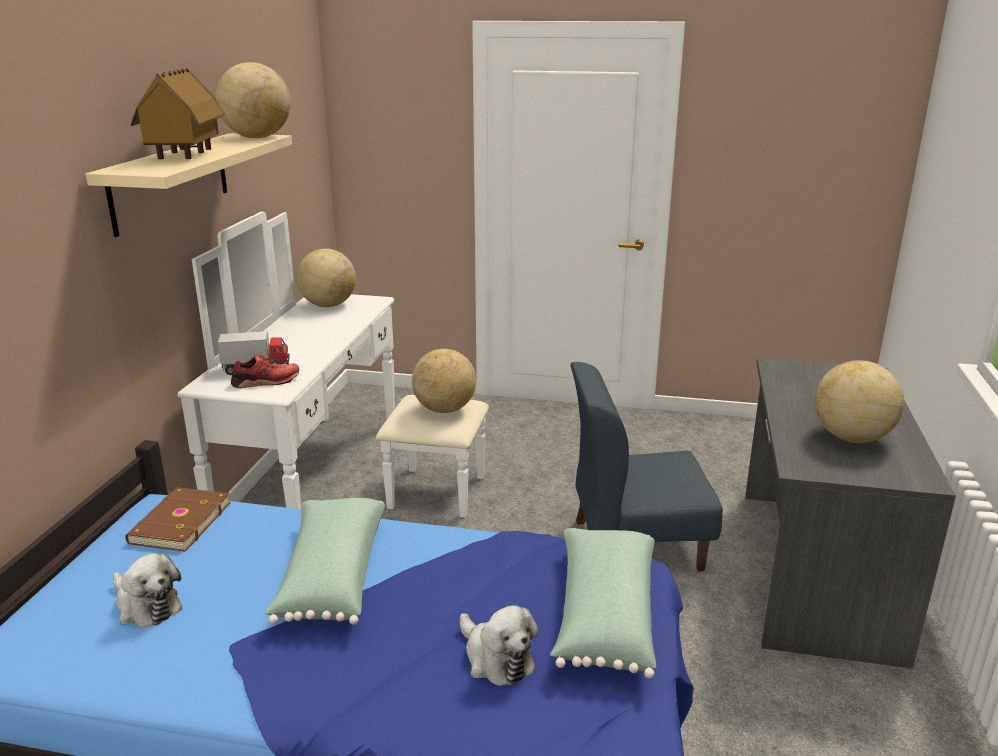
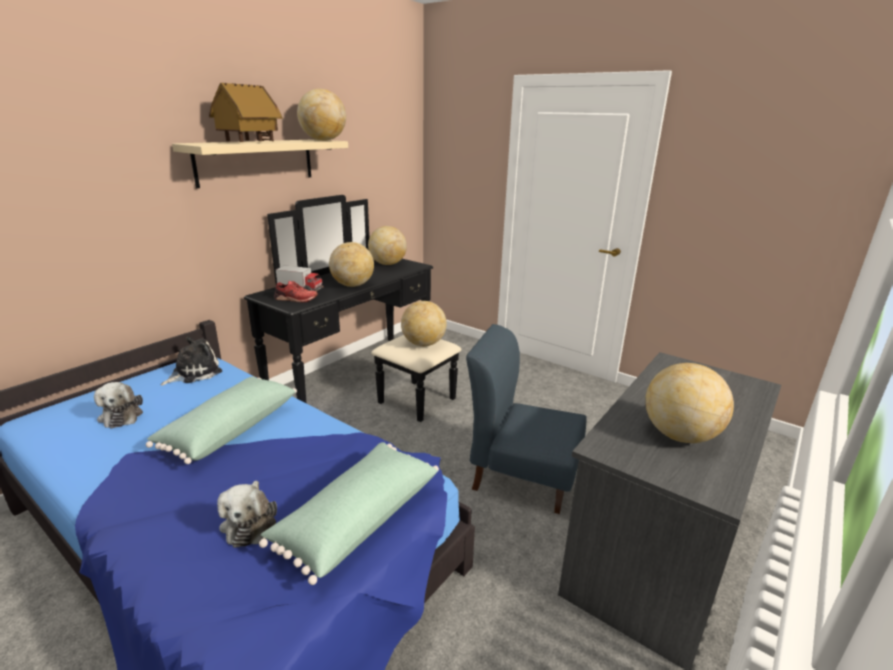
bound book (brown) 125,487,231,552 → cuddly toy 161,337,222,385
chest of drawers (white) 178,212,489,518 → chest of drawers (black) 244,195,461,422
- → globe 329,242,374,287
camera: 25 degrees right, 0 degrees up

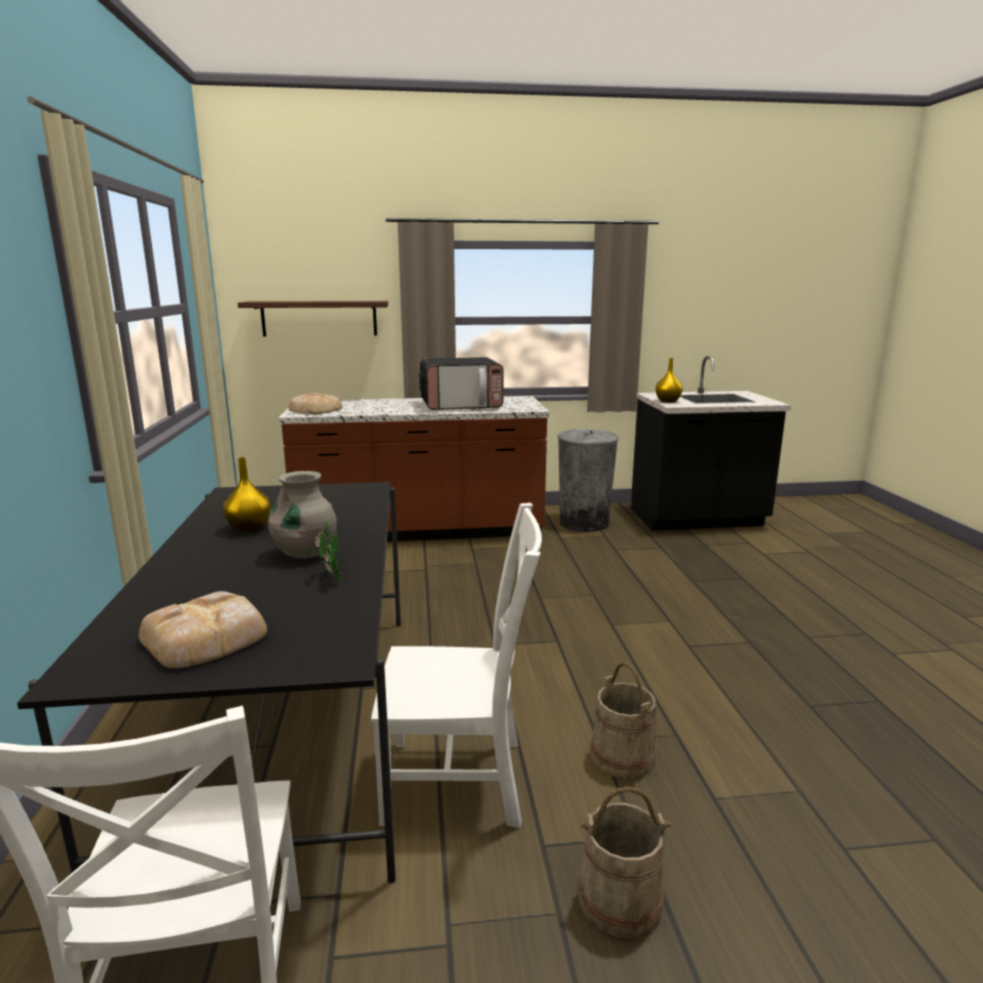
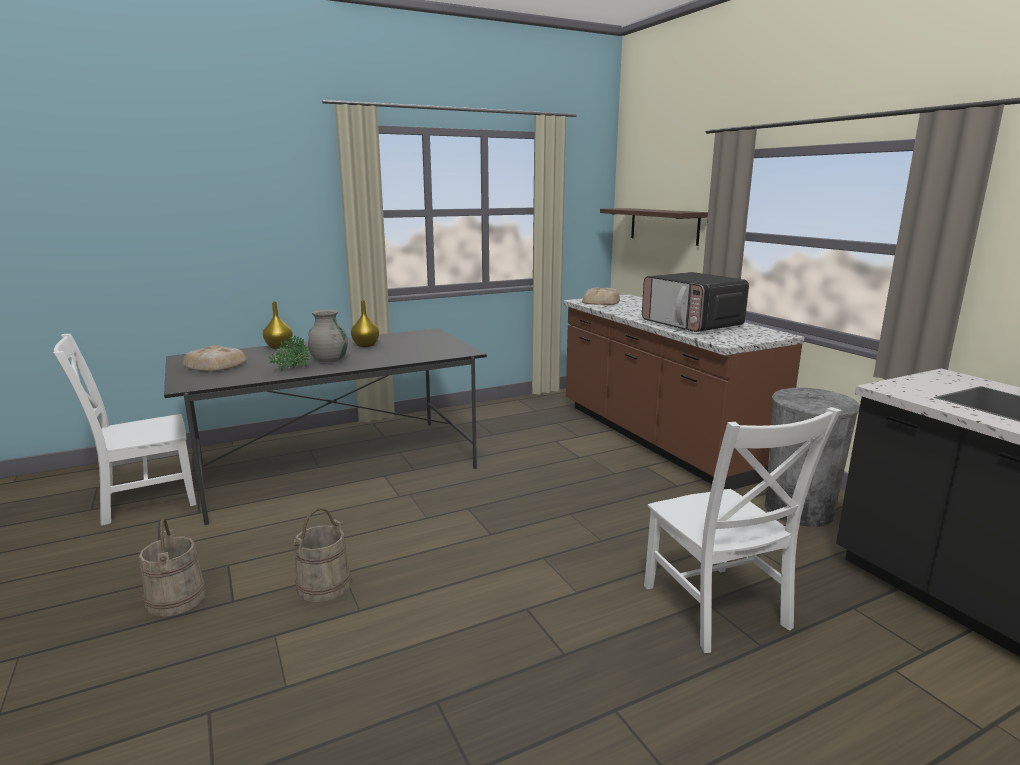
chair (white) 371,503,542,828 → chair (white) 644,407,841,653, moved
vase (yellow-coloured) 655,358,683,403 → vase (yellow-coloured) 263,302,293,349, moved
camera: 70 degrees right, 0 degrees up

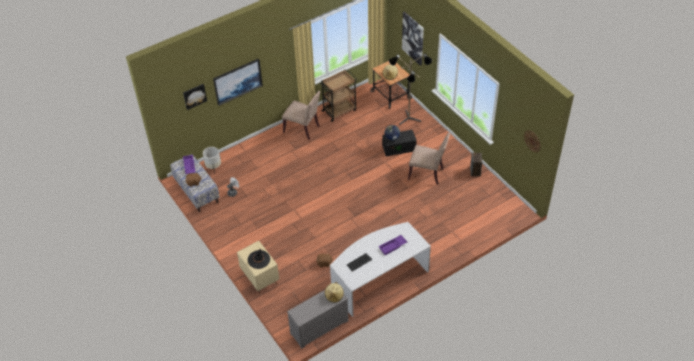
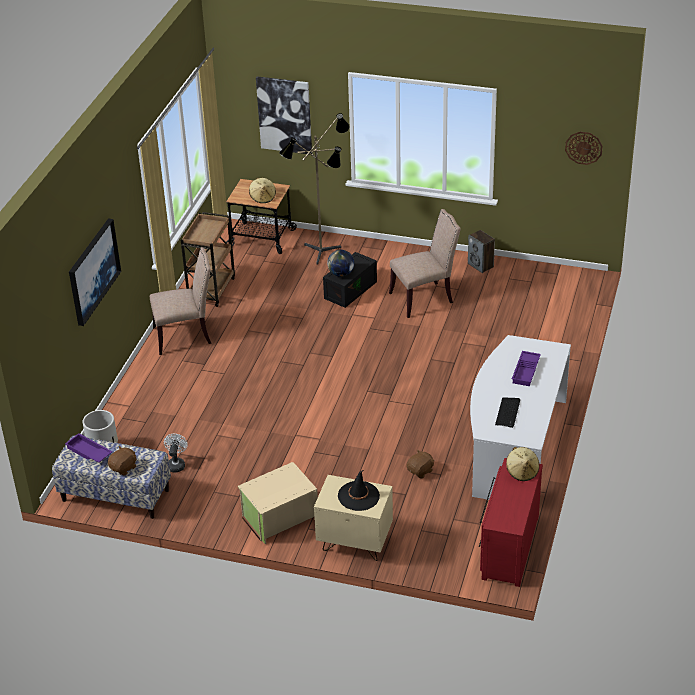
picture 183,84,207,110 → -
chest of drawers (greyish) 287,290,349,349 → chest of drawers (reddish) 479,458,543,587
- → storage container (sand-coloured) 238,462,318,544
camera: 40 degrees left, 10 degrees down

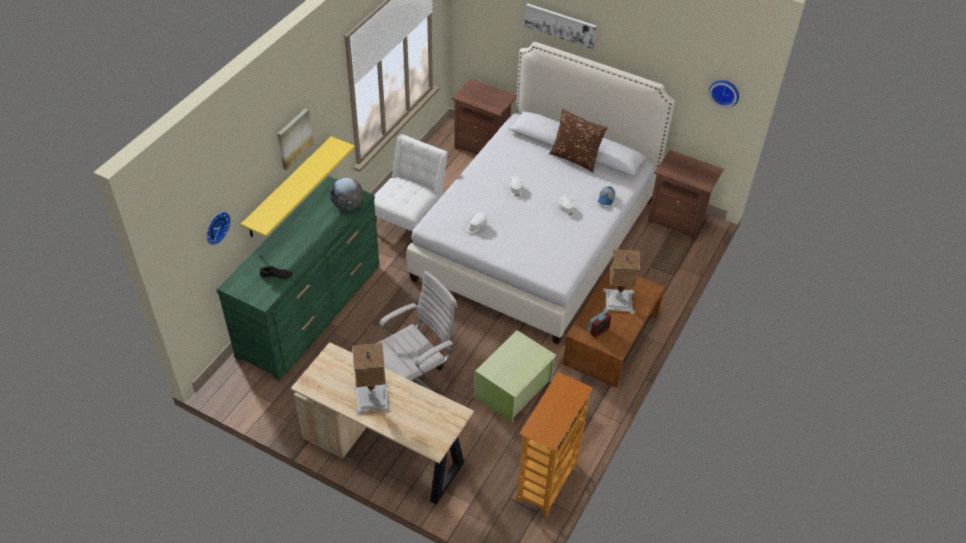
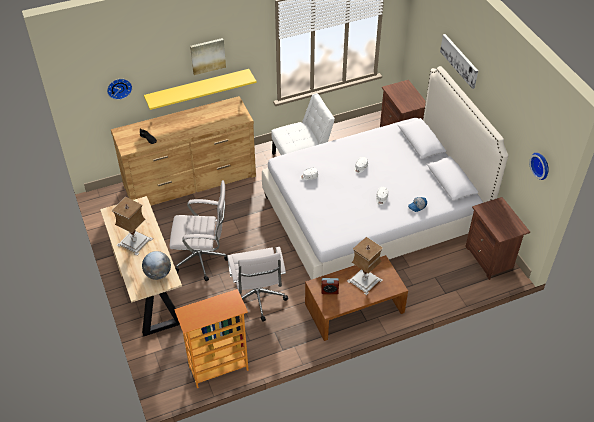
chest of drawers (greenish) 216,176,379,381 → chest of drawers (brown) 111,96,256,206
globe 330,178,363,211 → globe 142,251,171,280, moved
storage container (greenish) 474,330,557,423 → computer chair (white) 227,247,288,321
throw pillow (brown) 549,109,608,173 → -
camera: 40 degrees right, 0 degrees up

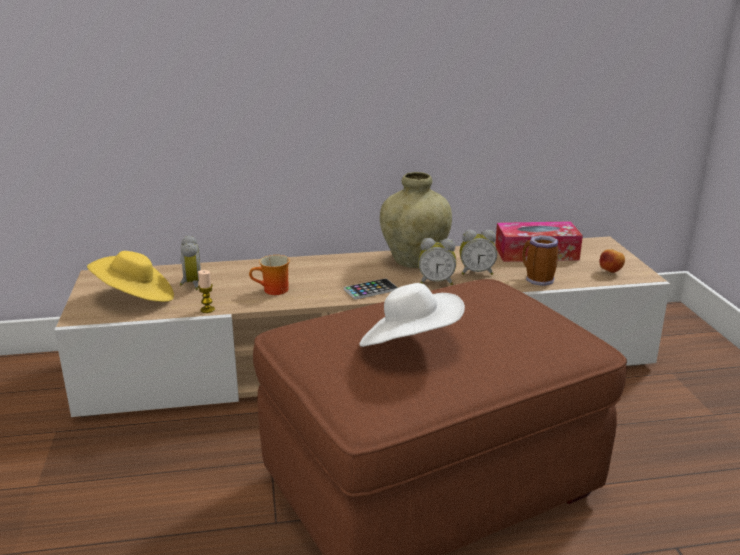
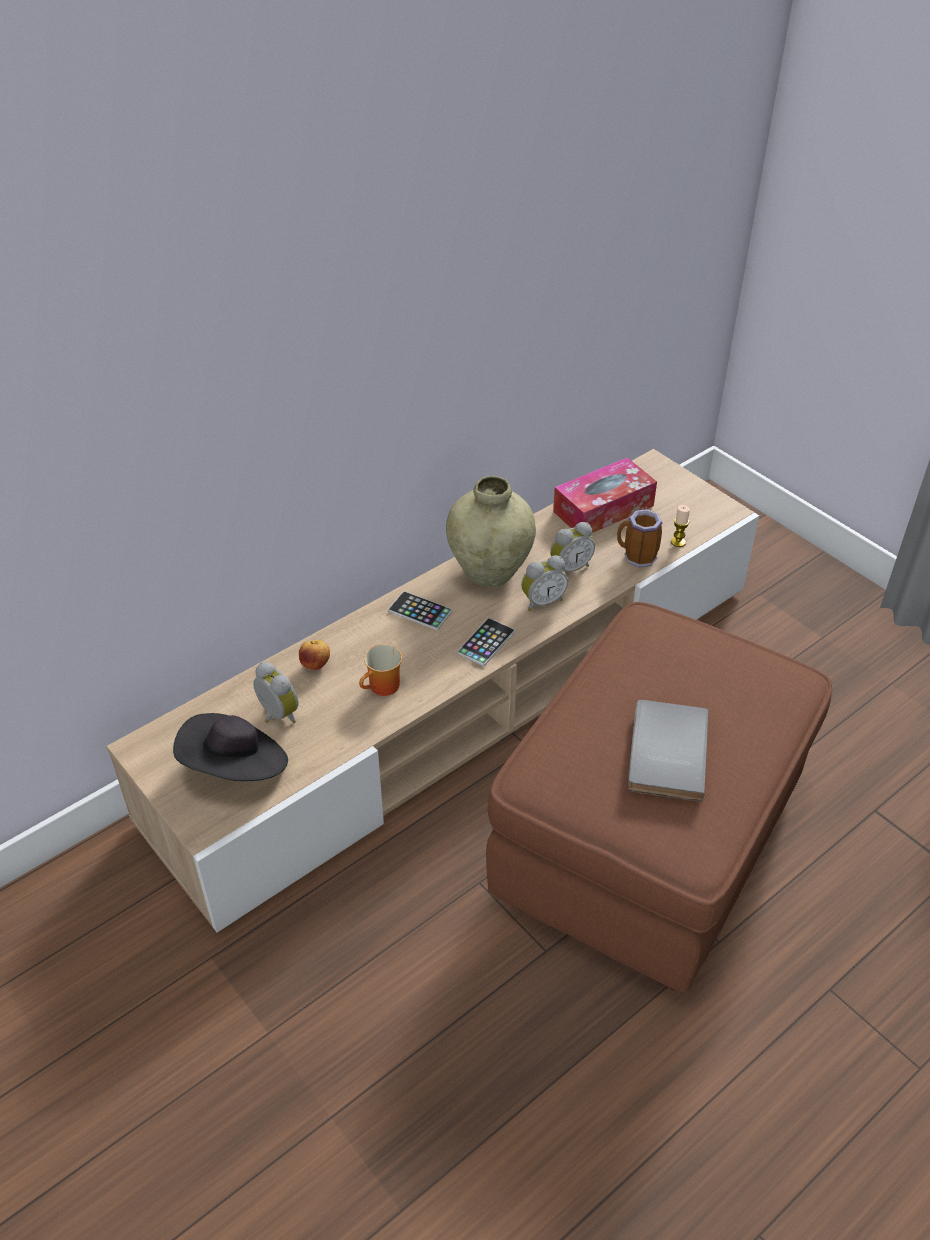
wearable hat (yellow-coloured) 87,251,174,302 → wearable hat (black) 173,713,288,781
wax candle 198,270,215,313 → wax candle 671,505,690,547, moved
wearable hat (white) 359,283,465,347 → bound book (greyish) 627,700,709,802
whole apple 599,249,625,273 → whole apple 299,640,330,670, moved
- → telephone 388,591,452,630
camera: 30 degrees left, 20 degrees up

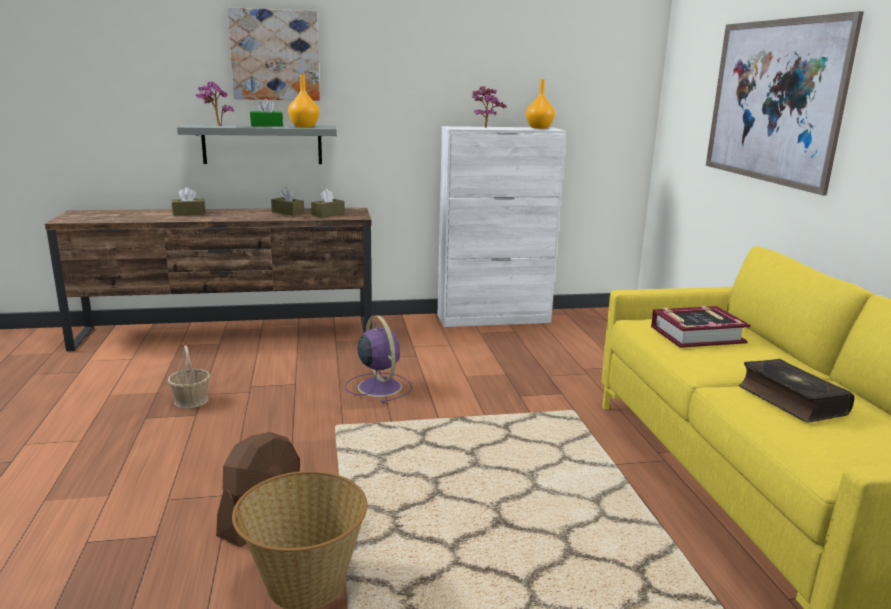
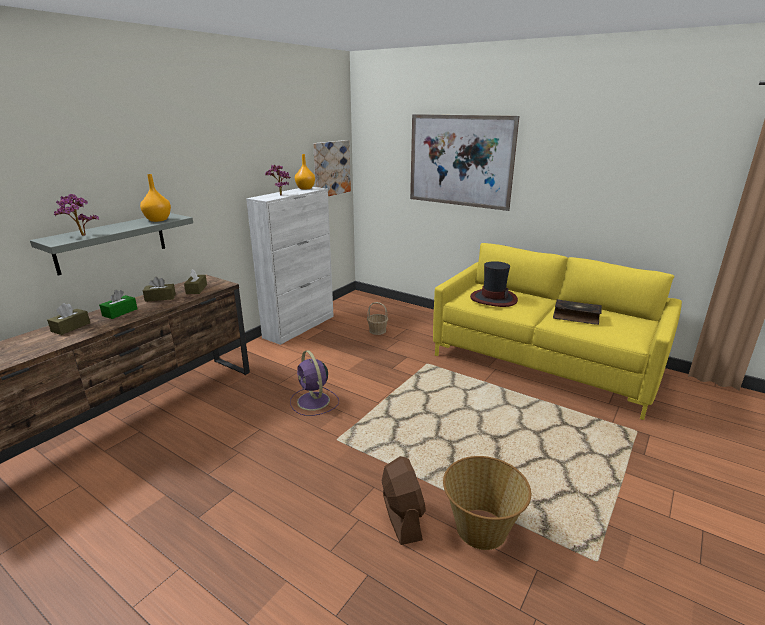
basket 167,345,210,408 → basket 367,302,388,335, moved
picture 228,7,320,101 → picture 313,140,351,196, moved
tissue box (greenish) 250,98,283,127 → tissue box (greenish) 99,290,138,319, moved
electric fan (purple) 345,315,412,403 → electric fan (purple) 290,350,339,416, 135 degrees counterclockwise
bound book 651,306,751,348 → wearable hat 470,261,518,307
camera: 45 degrees left, 5 degrees up

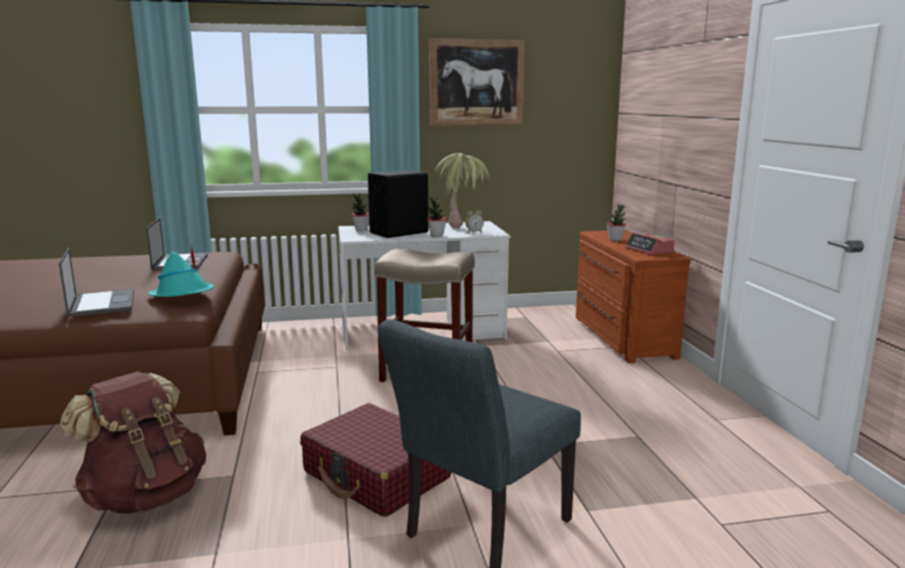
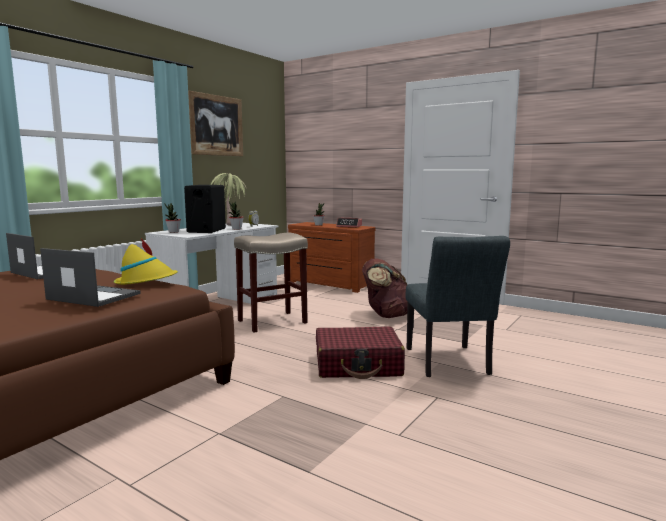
rucksack (brown) 60,371,206,514 → rucksack (brown) 362,258,408,318, moved
wearable hat (turquoise-coloured) 148,245,214,297 → wearable hat (yellow-coloured) 114,238,178,285
camera: 45 degrees left, 5 degrees down

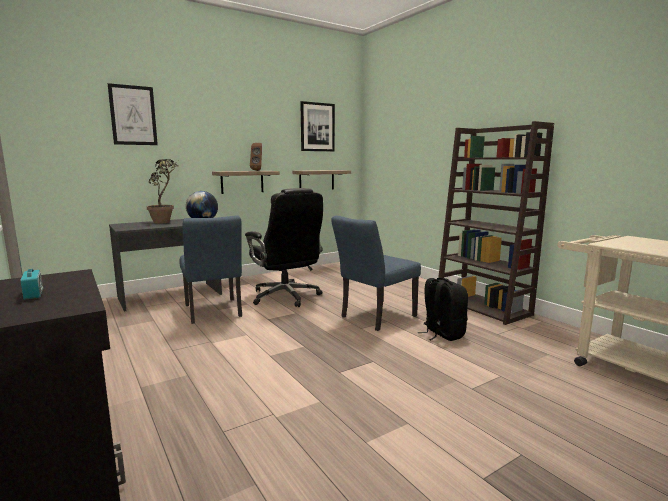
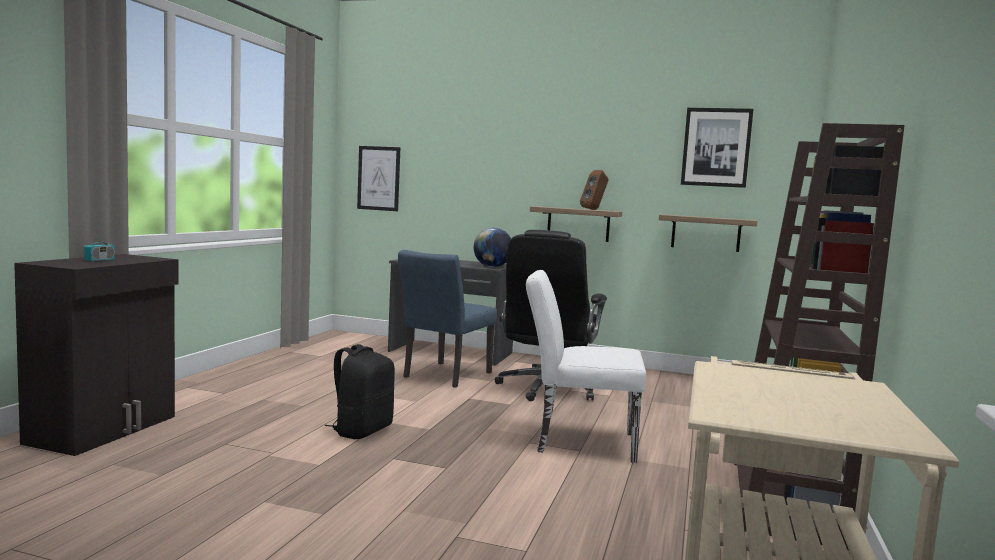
picture 108,83,158,145 → picture 357,146,400,211, moved
potted plant 147,159,179,224 → -
chair (blue) 331,216,421,331 → chair (white) 526,270,646,463
rucksack (black) 417,278,468,341 → rucksack (black) 325,344,395,439, moved
camera: 50 degrees right, 5 degrees down

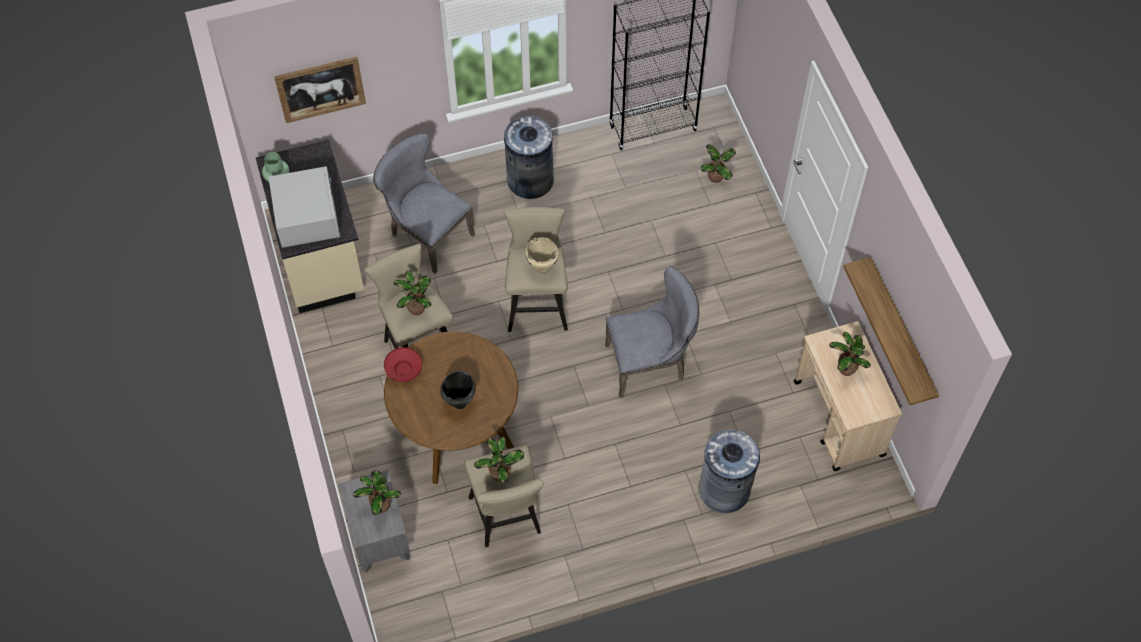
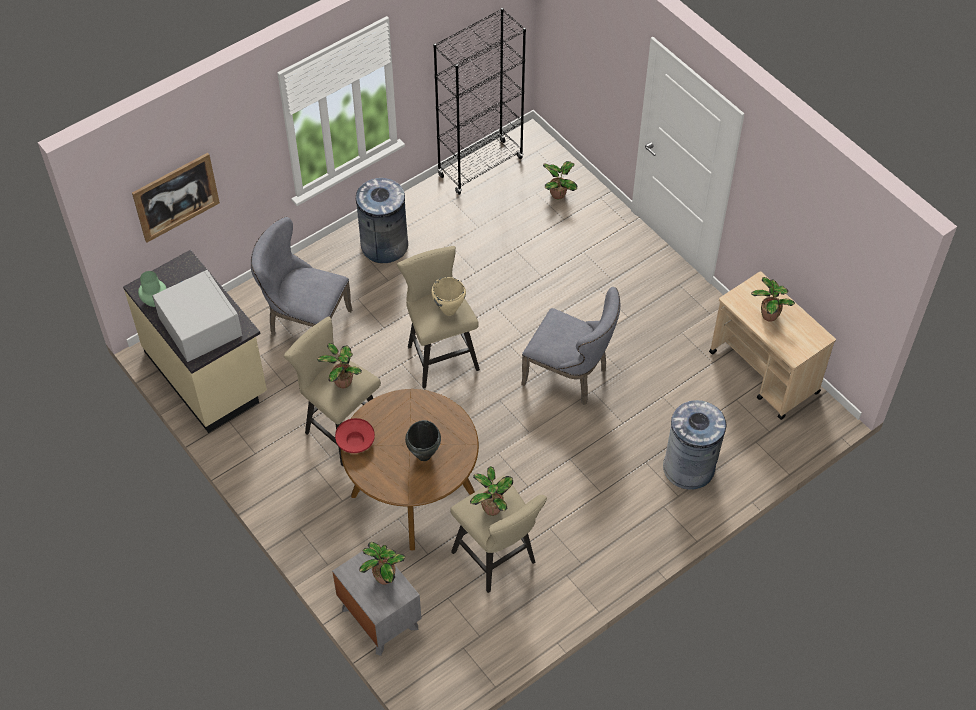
chair (greyish) 605,266,699,398 → chair (greyish) 521,287,620,405, 60 degrees clockwise
shelf 843,257,939,405 → -
camera: 20 degrees left, 5 degrees down

